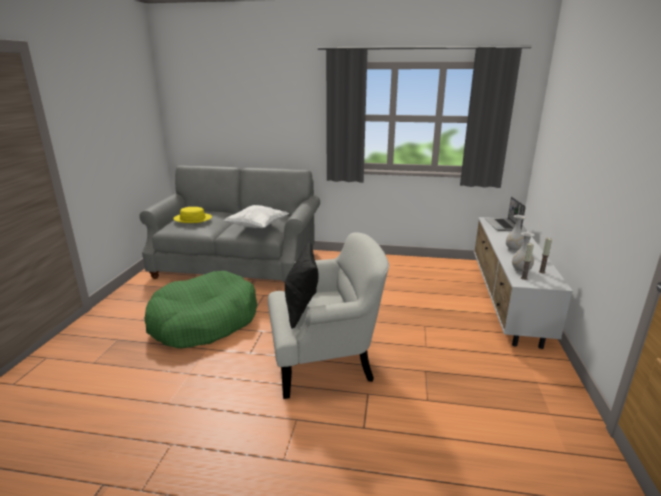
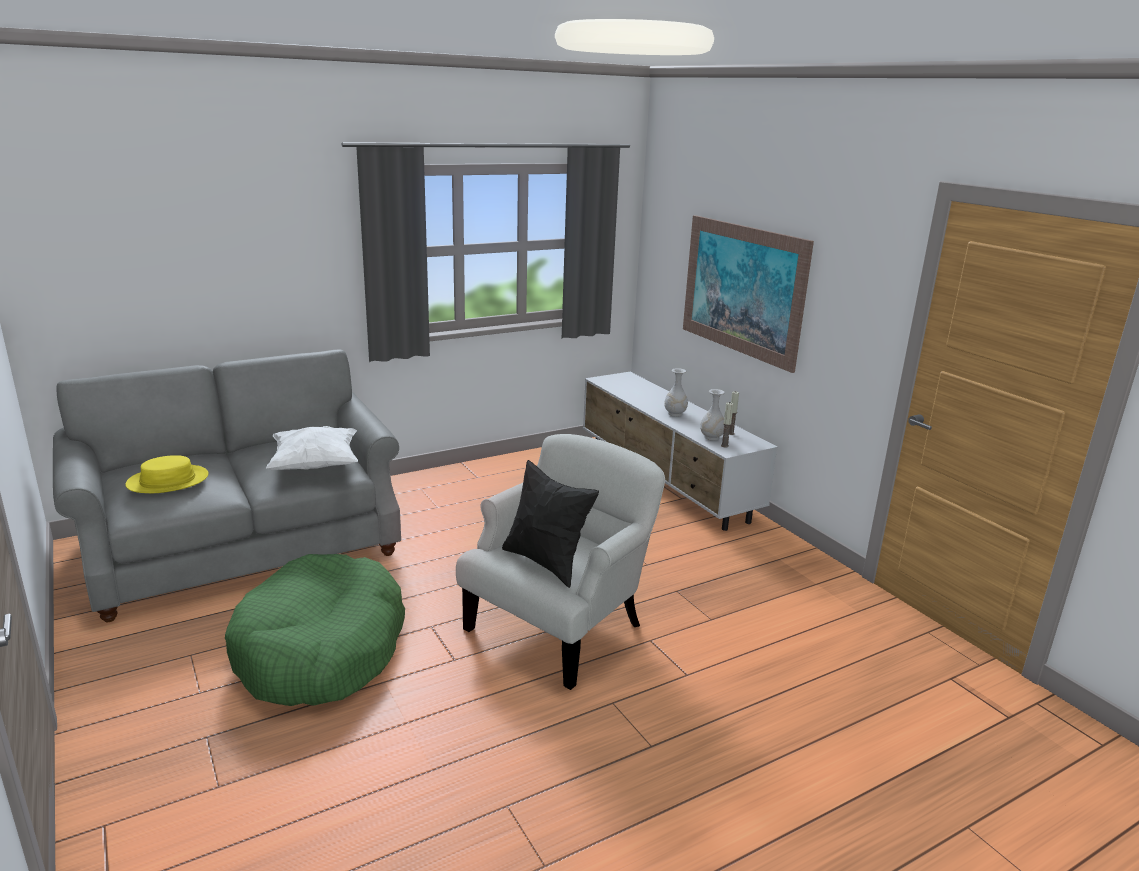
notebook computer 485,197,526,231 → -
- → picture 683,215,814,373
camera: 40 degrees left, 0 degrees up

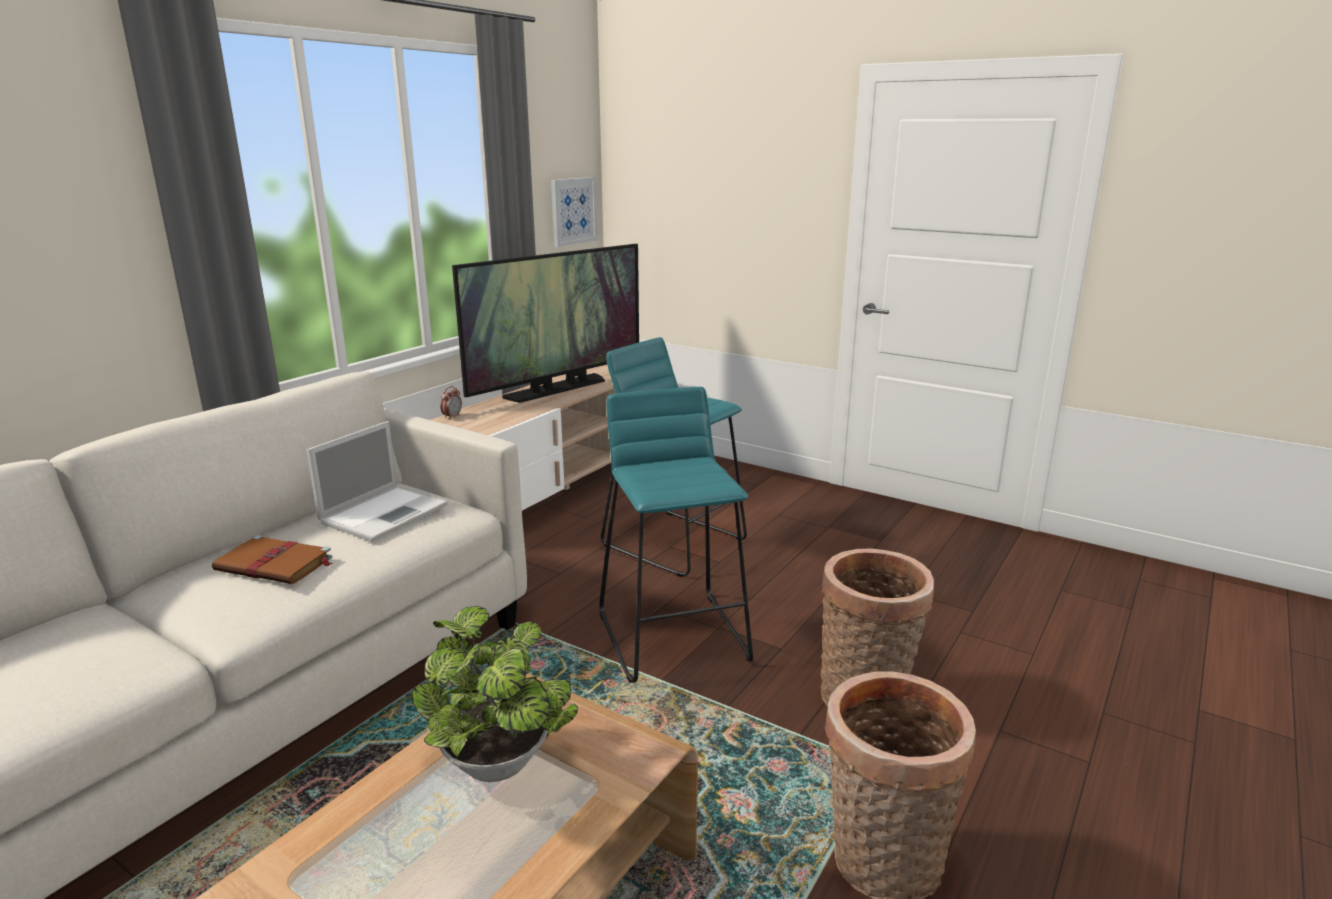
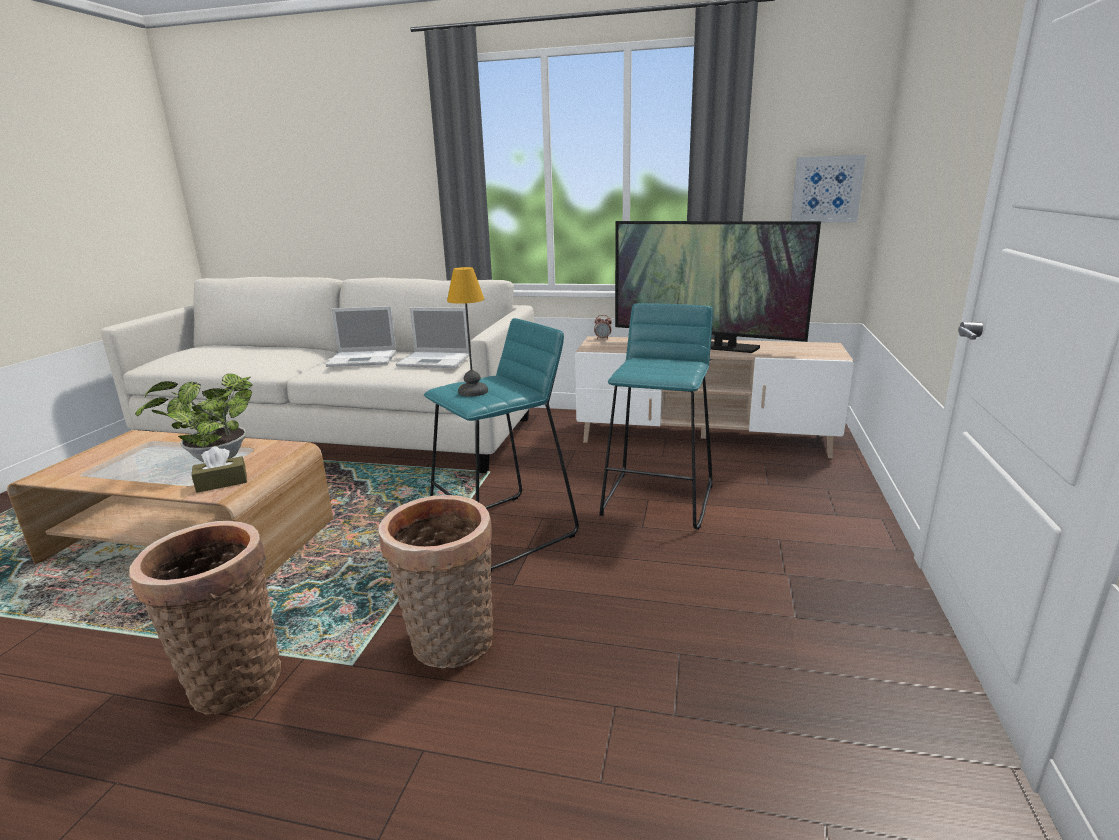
bound book (brown) 212,535,333,584 → notebook computer 325,306,396,367
- → tissue box (brown) 191,446,247,493
- → table lamp 447,267,488,397
camera: 70 degrees right, 0 degrees up

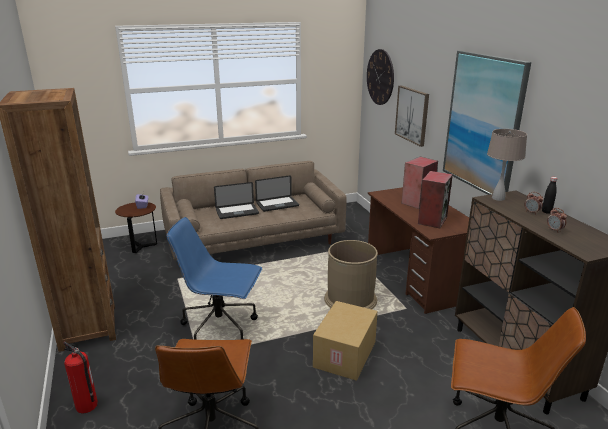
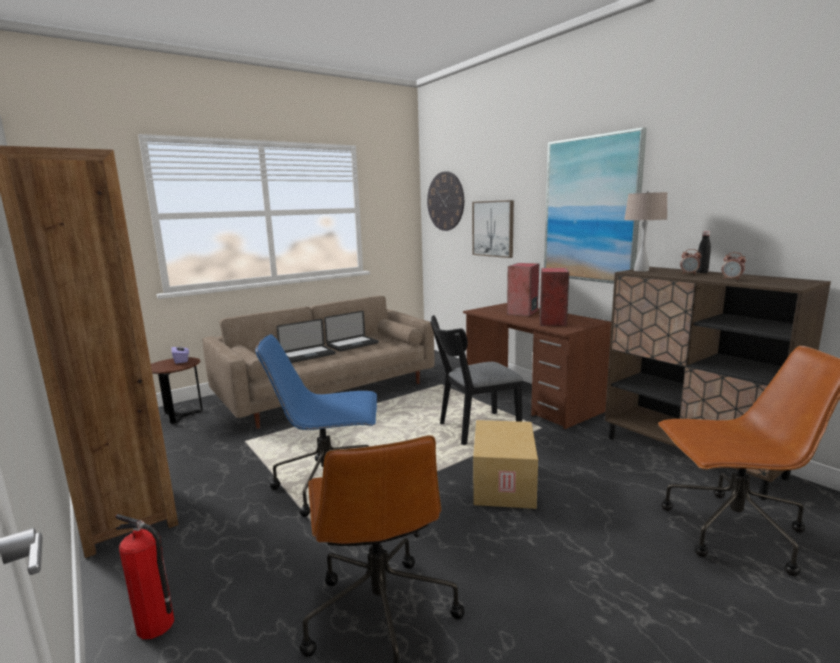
waste bin (brown) 324,240,378,309 → chair (black) 430,315,523,445
camera: 15 degrees left, 10 degrees down

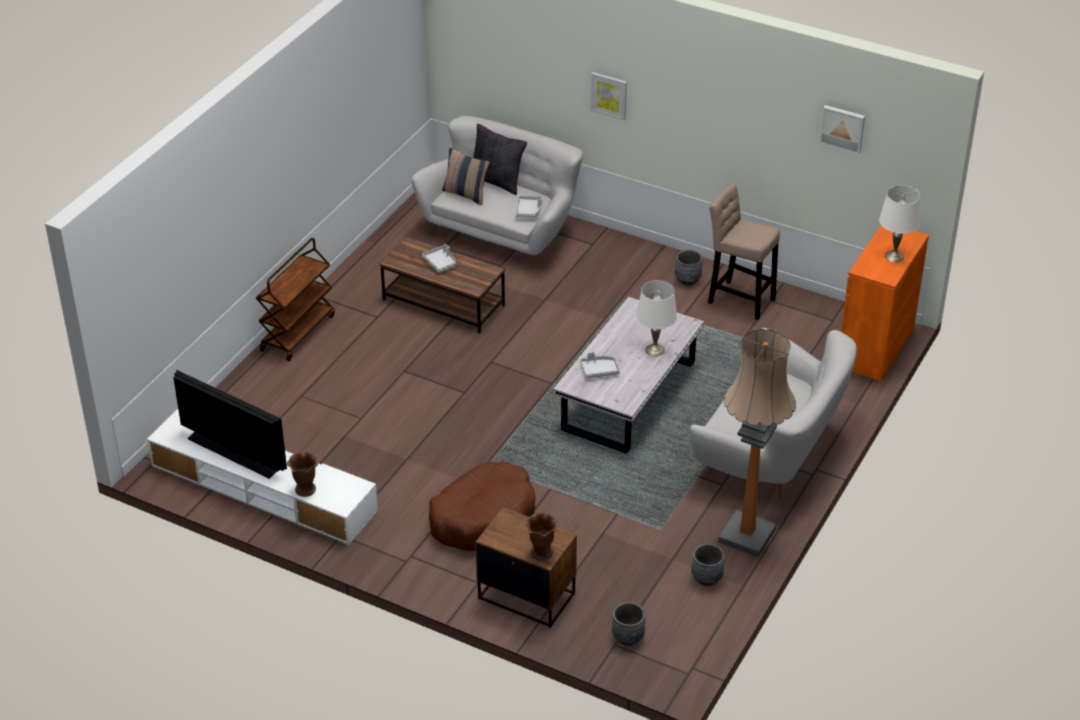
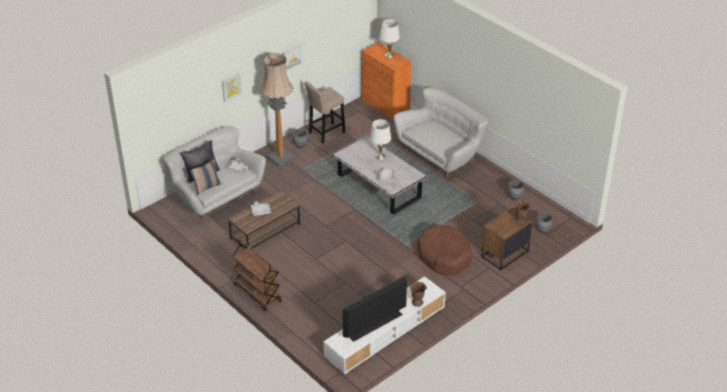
standing lamp 718,329,796,557 → standing lamp 260,53,295,167, moved
picture 819,105,865,154 → picture 282,44,302,71, moved
camera: 70 degrees left, 0 degrees up

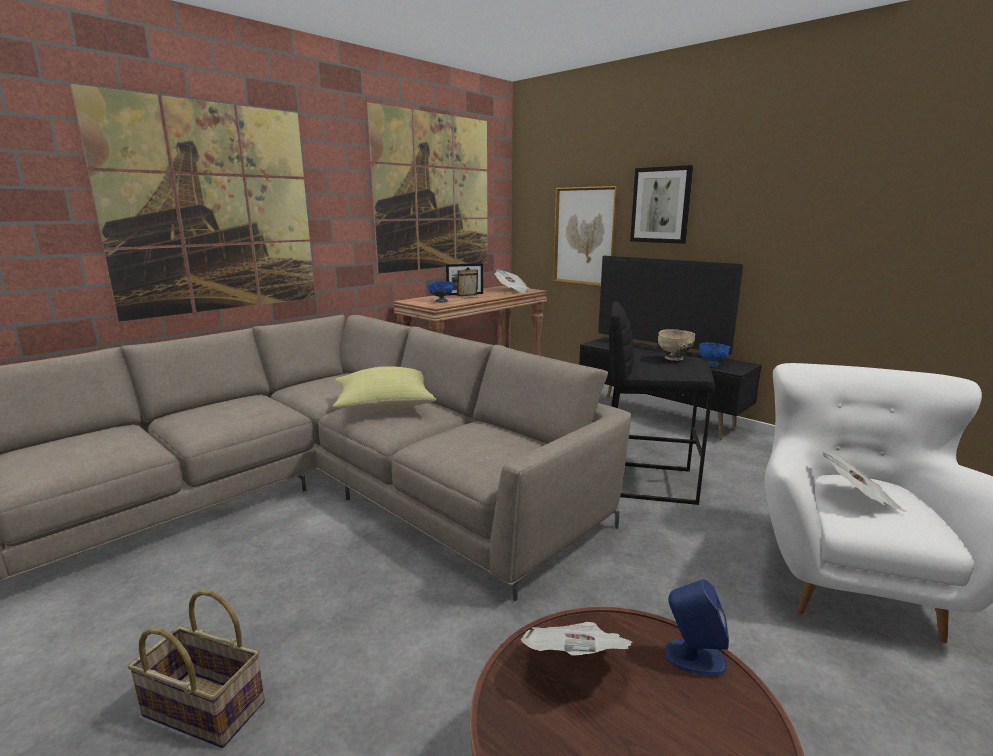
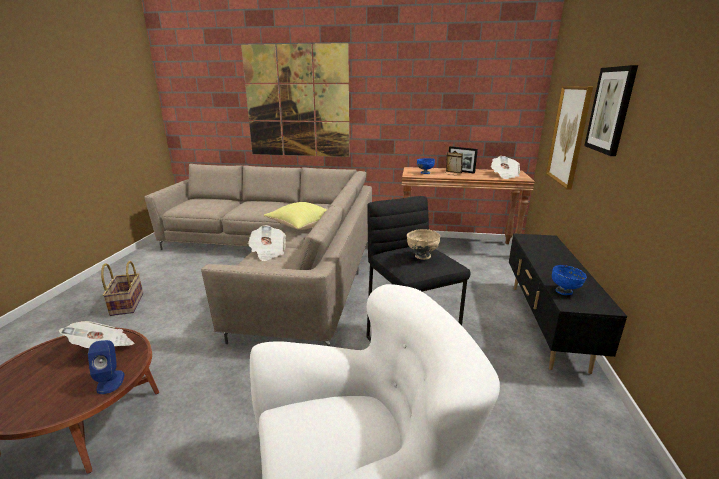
picture 367,102,488,274 → -
TV set 598,256,743,355 → -
daily paper 818,451,907,512 → daily paper 248,225,286,261, moved
camera: 55 degrees right, 5 degrees up

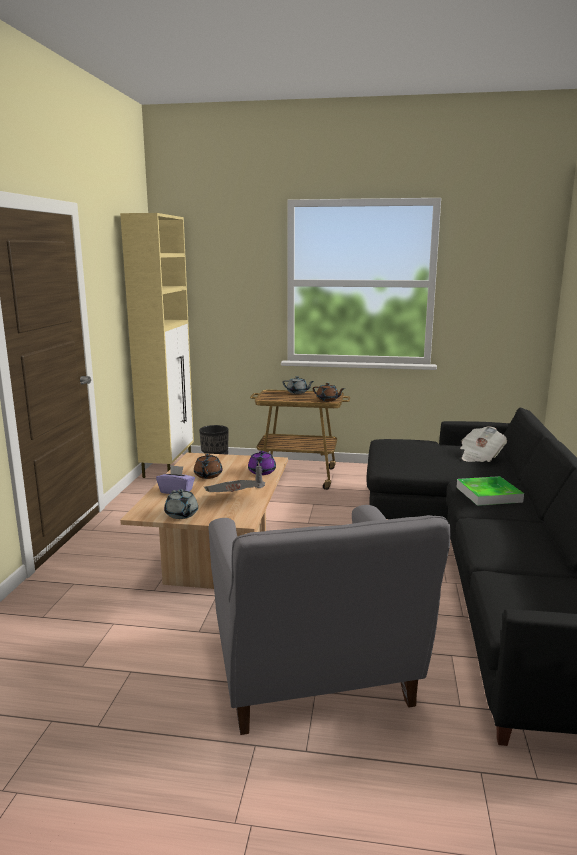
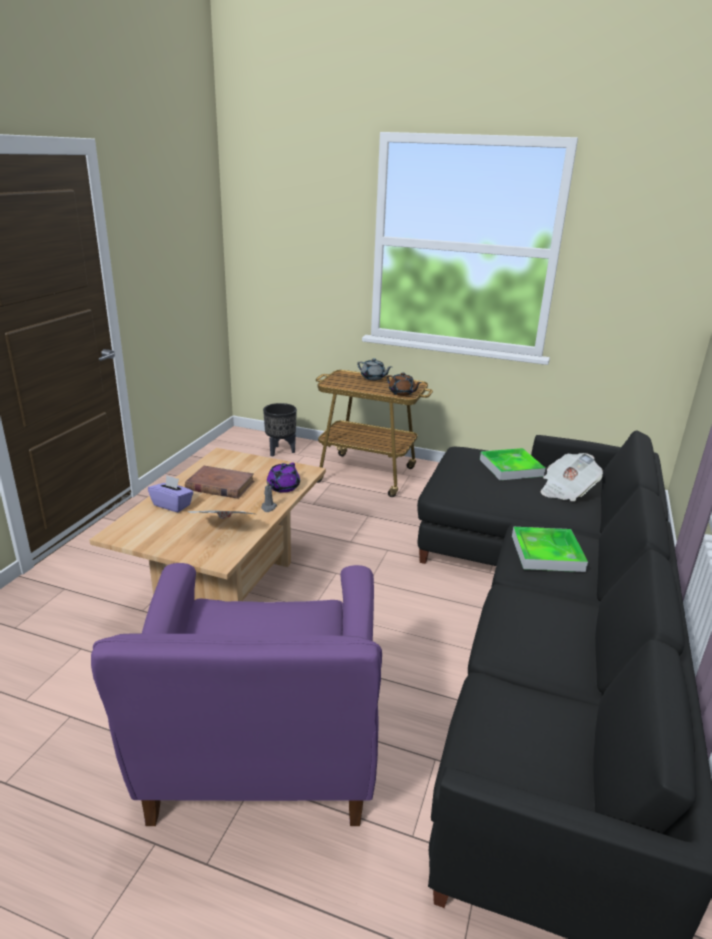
cabinet (sand-coloured) 120,213,194,478 → -
tea pot (greyish) 164,489,198,519 → -
tea pot (brown) 194,454,223,479 → bound book (brown) 185,466,254,499
lounge chair (greyish) 208,505,451,735 → lounge chair (purple) 91,563,382,826
- → tray 480,448,545,480
camera: 10 degrees right, 10 degrees up

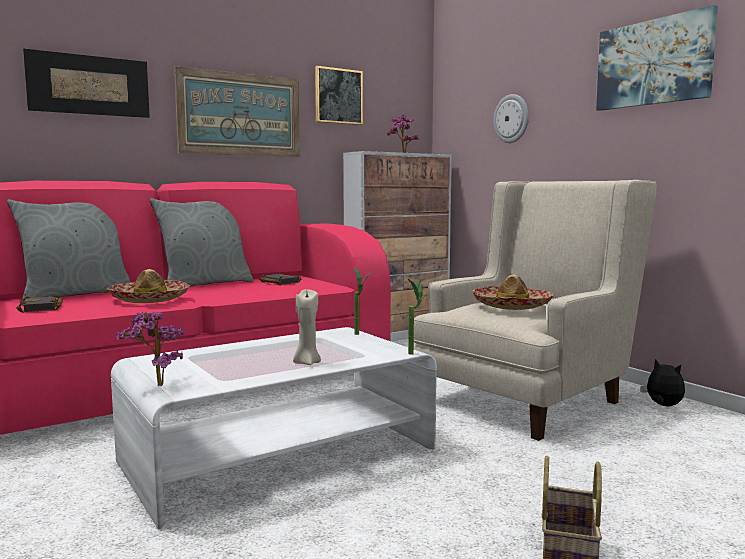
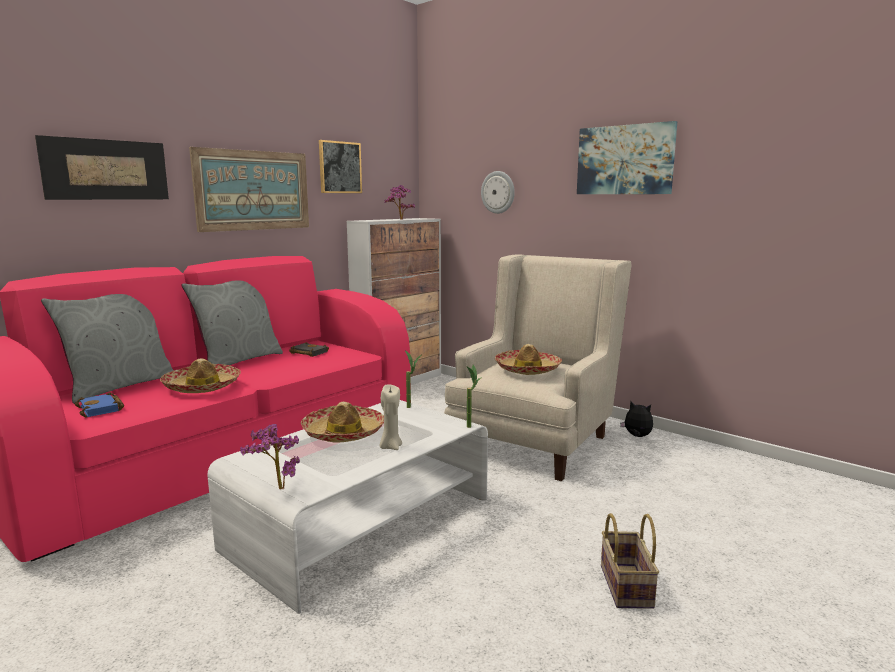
bound book (black) 16,294,63,313 → bound book (blue) 74,392,124,417
- → wearable hat 301,402,384,443
camera: 15 degrees left, 5 degrees up

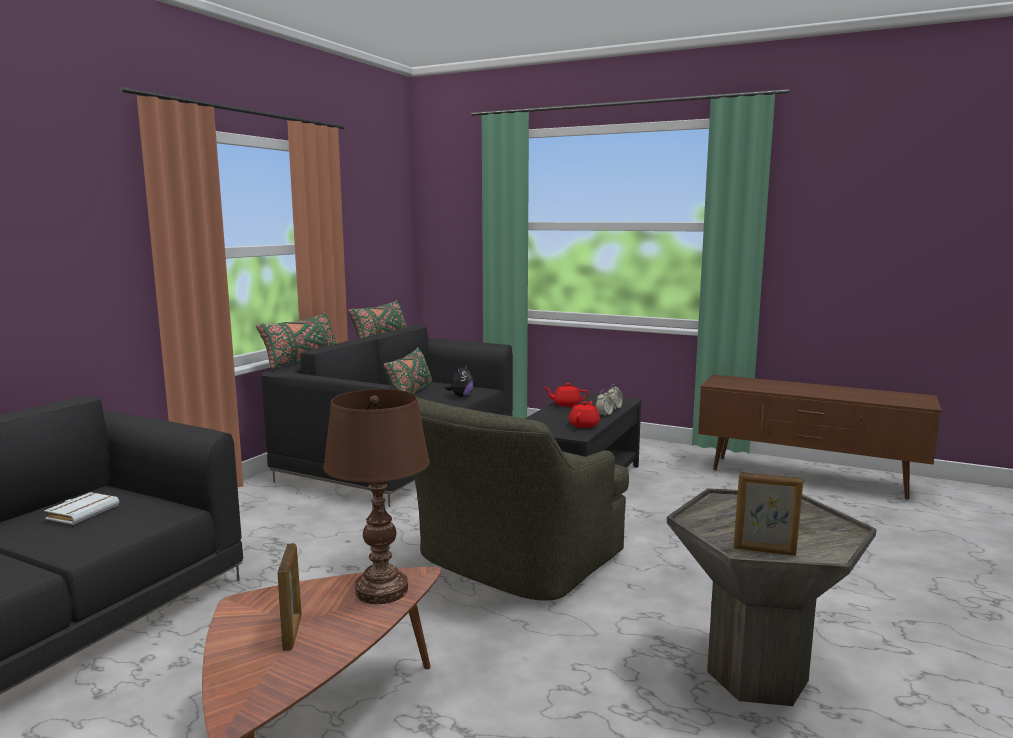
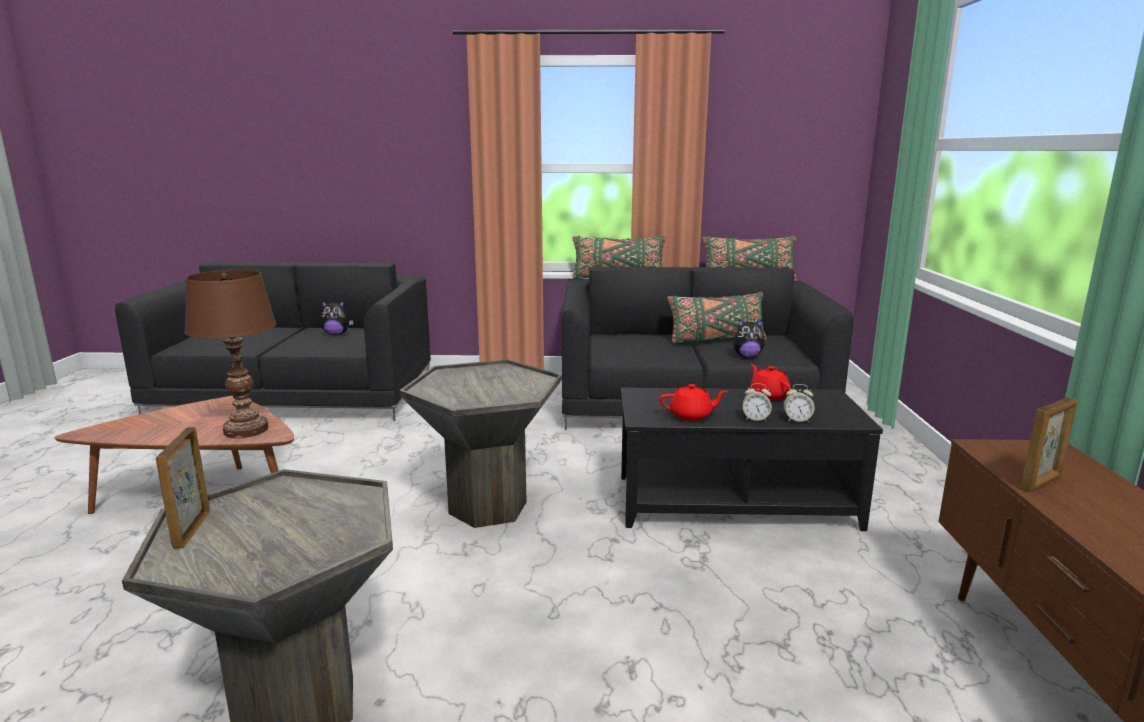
bound book (white) 44,492,119,525 → cuddly toy 321,301,354,335
picture frame 277,543,301,651 → picture frame 1020,397,1077,492, moved
lounge chair (greenish) 413,397,629,601 → side table (greyish) 399,359,562,528
camera: 65 degrees right, 5 degrees up

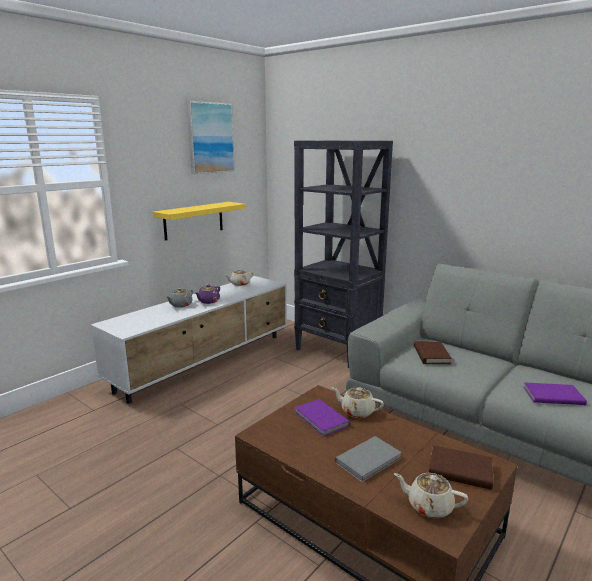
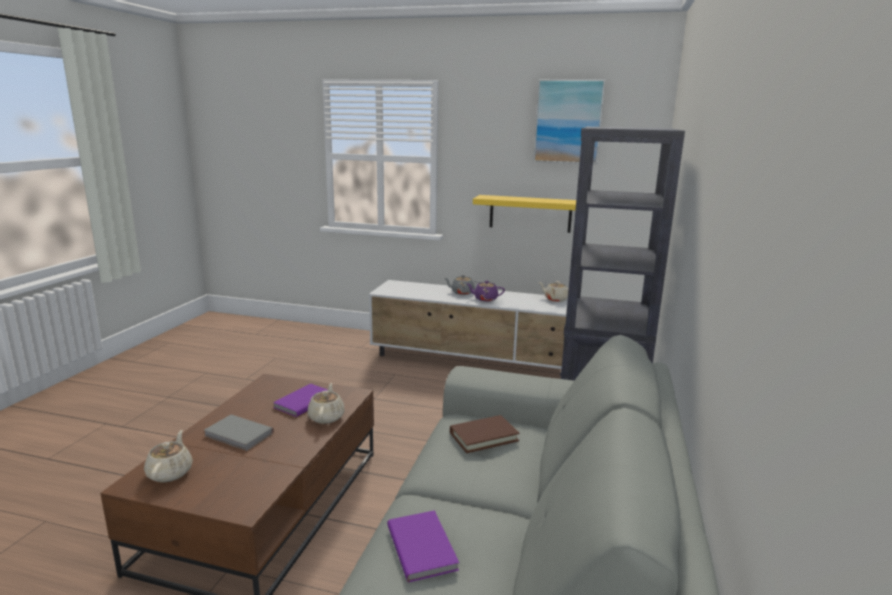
bound book (brown) 429,445,493,490 → -
camera: 65 degrees right, 0 degrees up

